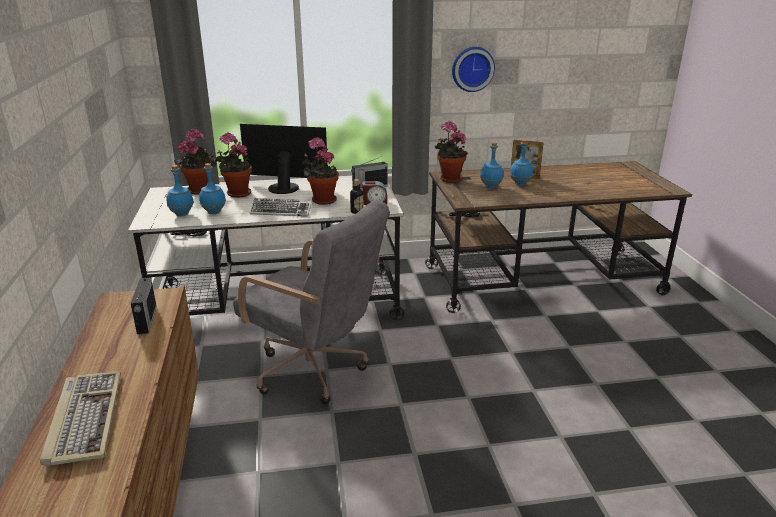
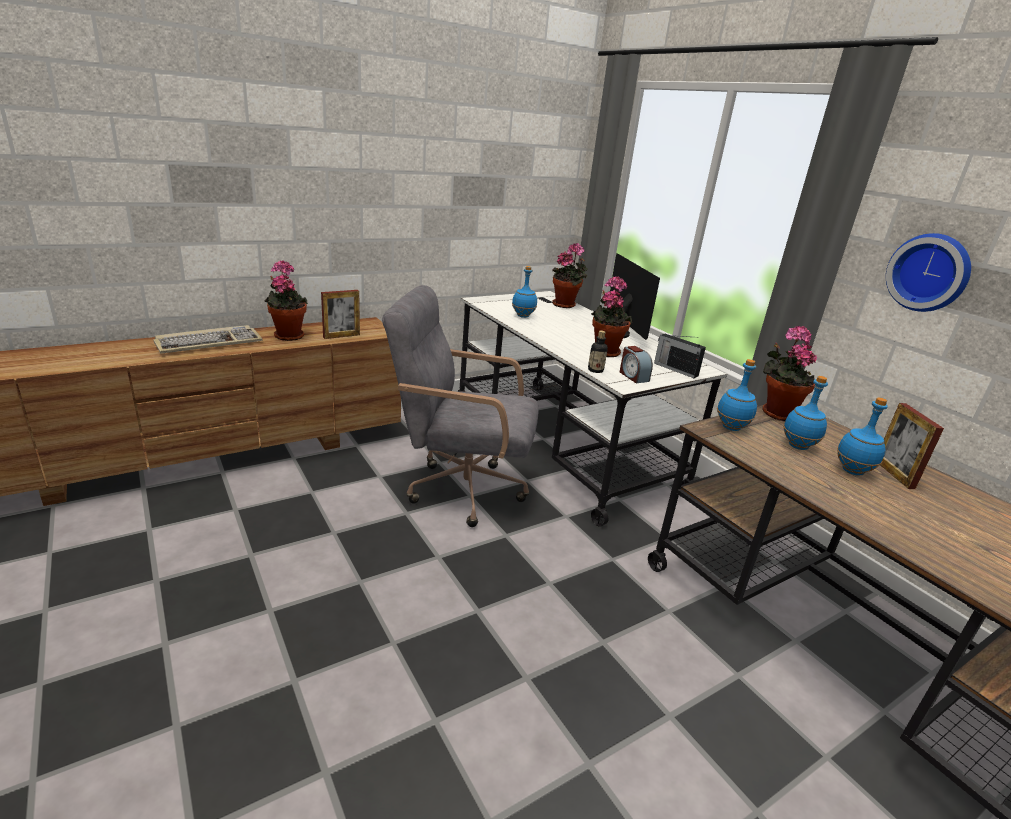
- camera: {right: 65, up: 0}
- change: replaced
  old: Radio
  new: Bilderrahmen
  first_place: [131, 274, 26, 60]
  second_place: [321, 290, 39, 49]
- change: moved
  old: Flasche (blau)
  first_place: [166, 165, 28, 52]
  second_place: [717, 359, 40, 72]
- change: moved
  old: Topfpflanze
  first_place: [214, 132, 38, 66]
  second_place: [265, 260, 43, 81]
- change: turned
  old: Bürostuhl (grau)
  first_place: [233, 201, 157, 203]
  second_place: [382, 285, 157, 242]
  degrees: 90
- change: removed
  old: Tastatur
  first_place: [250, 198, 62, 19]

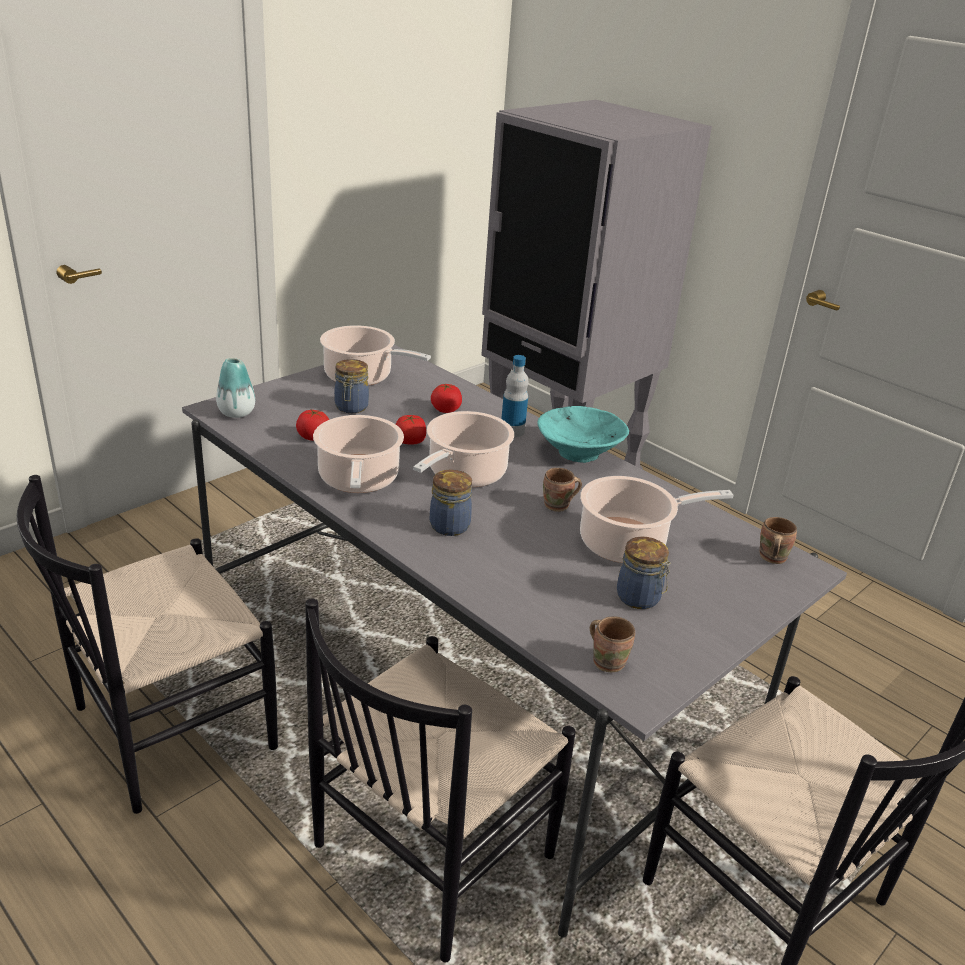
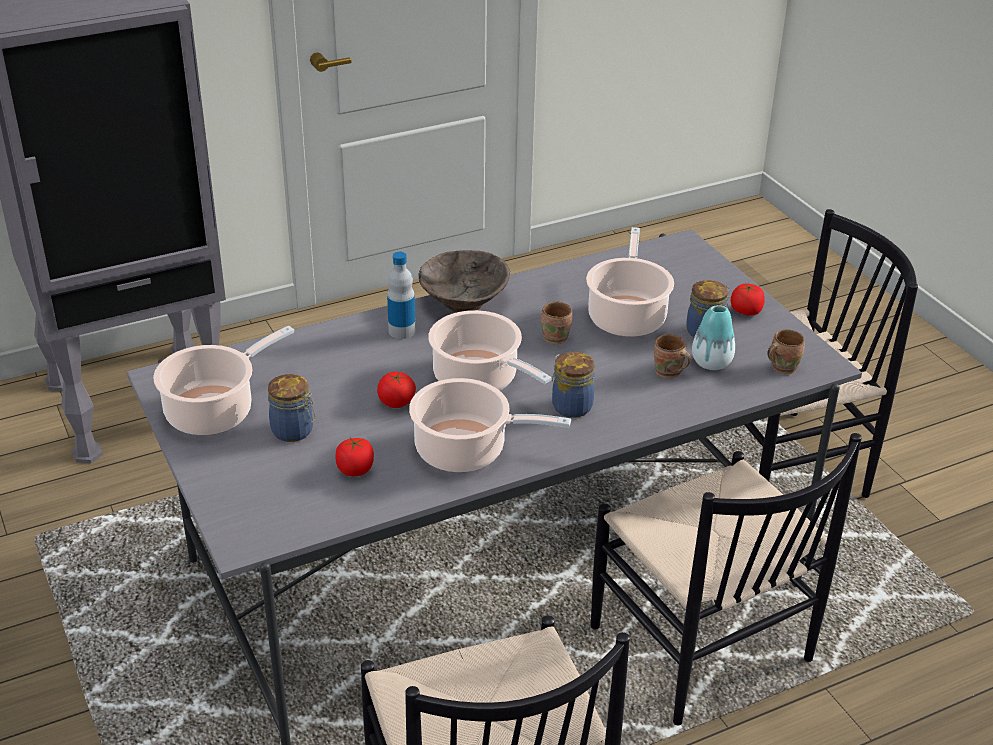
- camera: {right: -70, up: 5}
- change: moved
  old: Vase
  first_place: [216, 358, 39, 60]
  second_place: [692, 305, 43, 65]
- change: moved
  old: Tomate
  first_place: [431, 383, 31, 30]
  second_place: [731, 283, 34, 33]
- change: recoloured
  old: Schüssel (türkis)
  new: Schüssel (braun)
  first_place: [537, 406, 92, 57]
  second_place: [418, 250, 92, 62]
- change: moved
  old: Henkelbecher (braun)
  first_place: [760, 517, 37, 47]
  second_place: [654, 334, 37, 45]

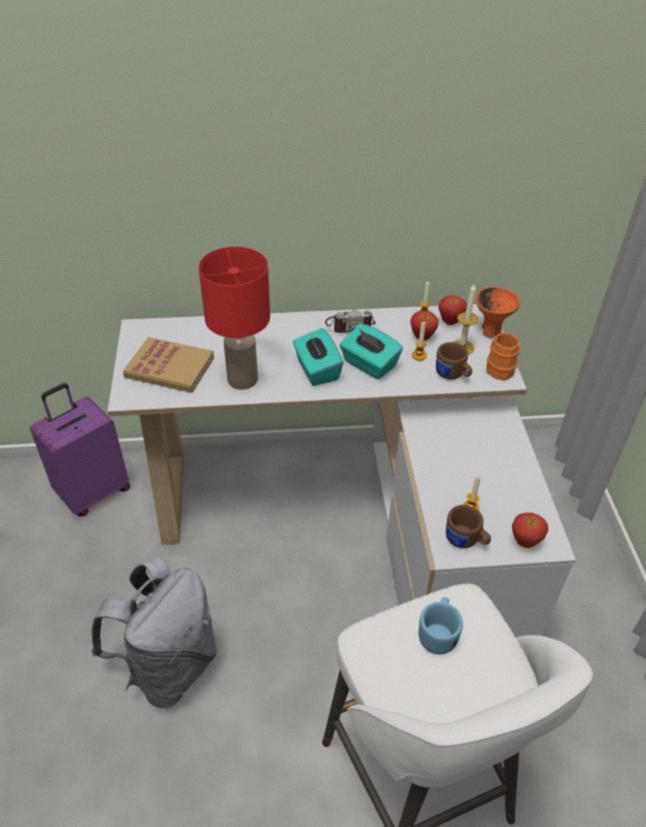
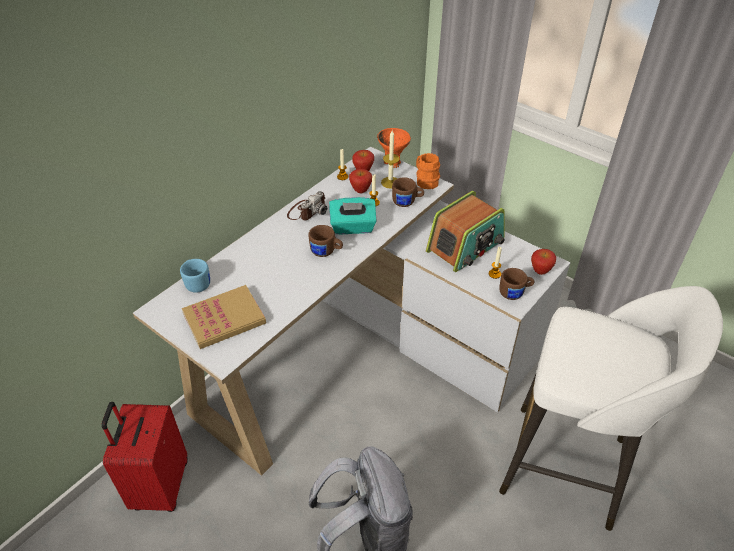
- camera: {right: -45, up: 0}
- change: recoloured
  old: Koffer (lila)
  new: Koffer (rot)
  first_place: [30, 383, 100, 134]
  second_place: [102, 402, 85, 110]
- change: removed
  old: Tischlampe (rot)
  first_place: [199, 247, 71, 143]
- change: replaced
  old: Taschentuchbox (türkis)
  new: Henkelbecher (braun)
  first_place: [293, 328, 50, 58]
  second_place: [308, 225, 35, 32]
- change: moved
  old: Henkelbecher (blau)
  first_place: [419, 597, 44, 58]
  second_place: [180, 259, 30, 34]
- change: added
  new: Radio
  second_place: [426, 191, 79, 81]

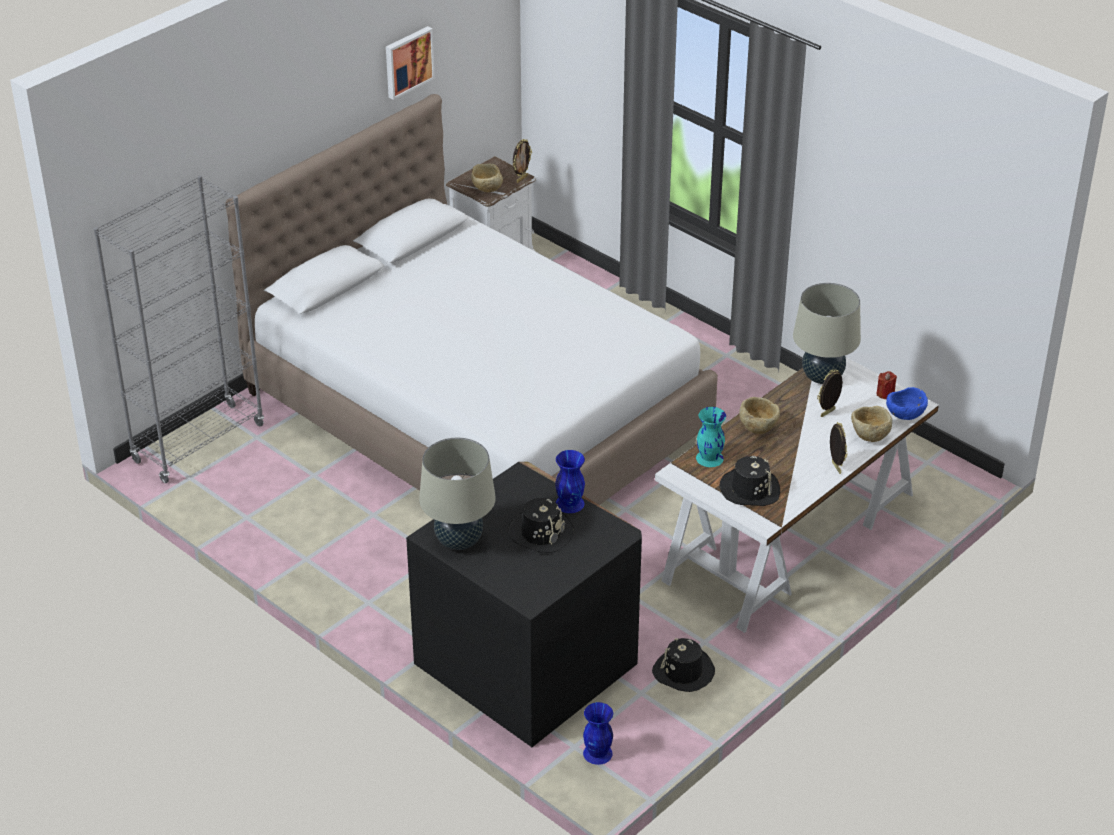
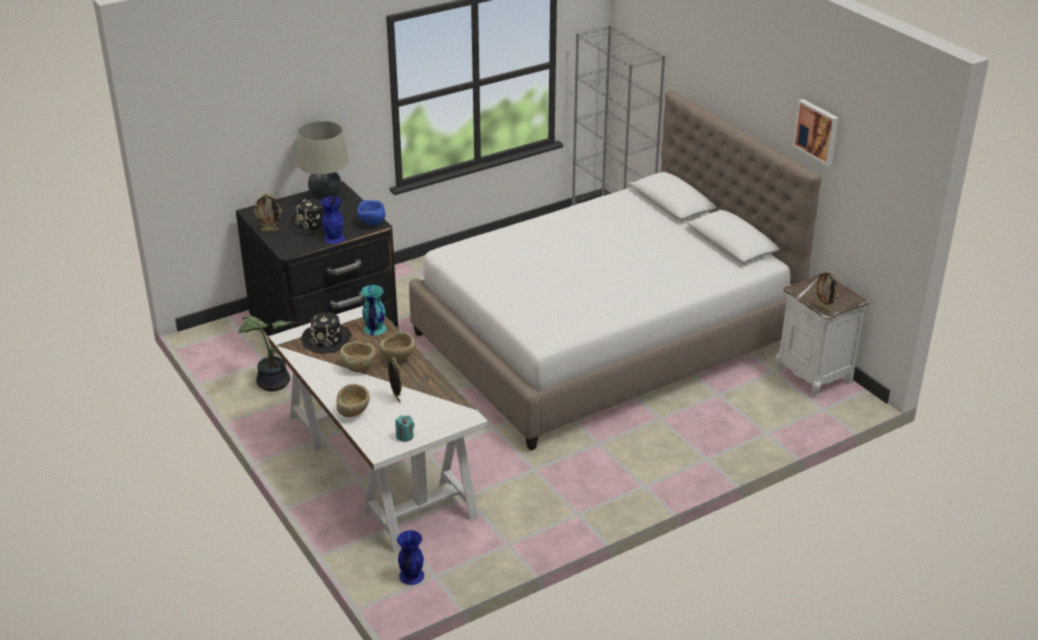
- camera: {right: 105, up: -5}
- change: moved
  old: Schüssel (beige)
  first_place: [471, 163, 32, 29]
  second_place: [340, 342, 36, 30]
- change: moved
  old: Vase (blau)
  first_place: [583, 702, 30, 63]
  second_place: [397, 530, 27, 55]
- change: replaced
  old: Hut (schwarz)
  new: Topfpflanze
  first_place: [652, 638, 63, 54]
  second_place: [238, 316, 59, 75]
- change: removed
  old: Tischlampe (beige)
  first_place: [793, 283, 68, 101]
- change: moved
  old: Bilderrahmen
  first_place: [830, 422, 18, 52]
  second_place: [254, 194, 28, 37]
- change: recoloured
  old: Kerze (rot)
  new: Kerze (türkis)
  first_place: [877, 371, 20, 28]
  second_place: [395, 415, 19, 27]
- change: moved
  old: Schüssel (blau)
  first_place: [886, 387, 42, 33]
  second_place: [357, 200, 29, 25]

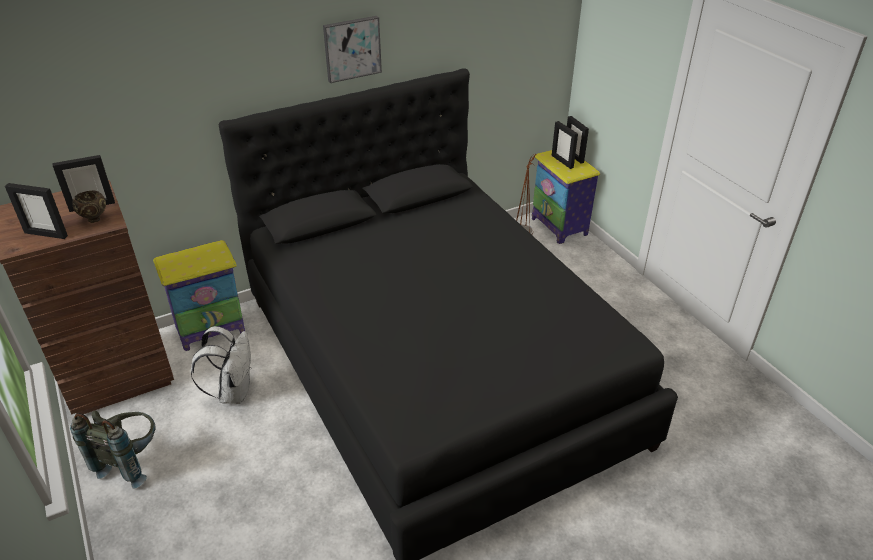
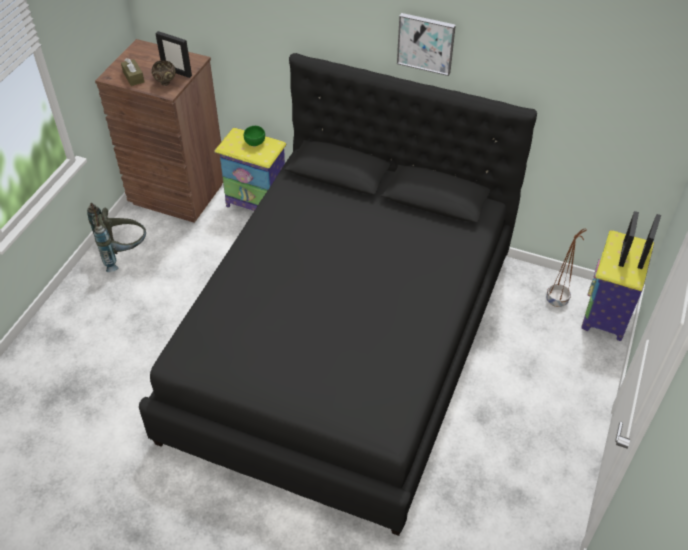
- camera: {right: 50, up: 10}
- change: replaced
  old: Bilderrahmen
  new: Taschentuchbox (braun)
  first_place: [5, 183, 63, 56]
  second_place: [121, 58, 23, 28]
- change: removed
  old: Rucksack (weiß)
  first_place: [191, 326, 60, 78]
- change: added
  new: Schüssel (grün)
  second_place: [244, 126, 21, 20]

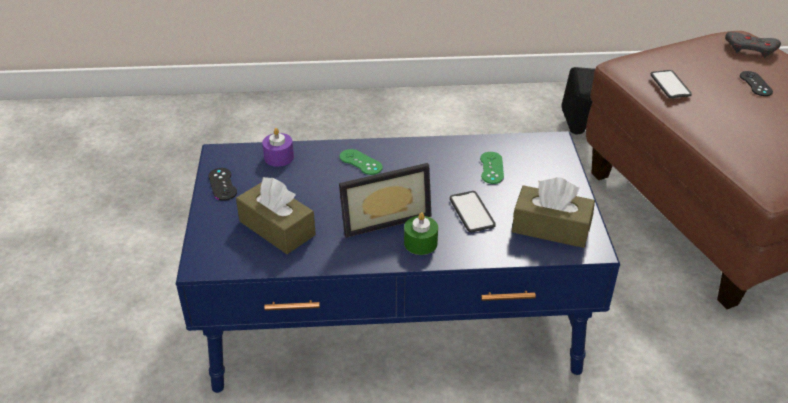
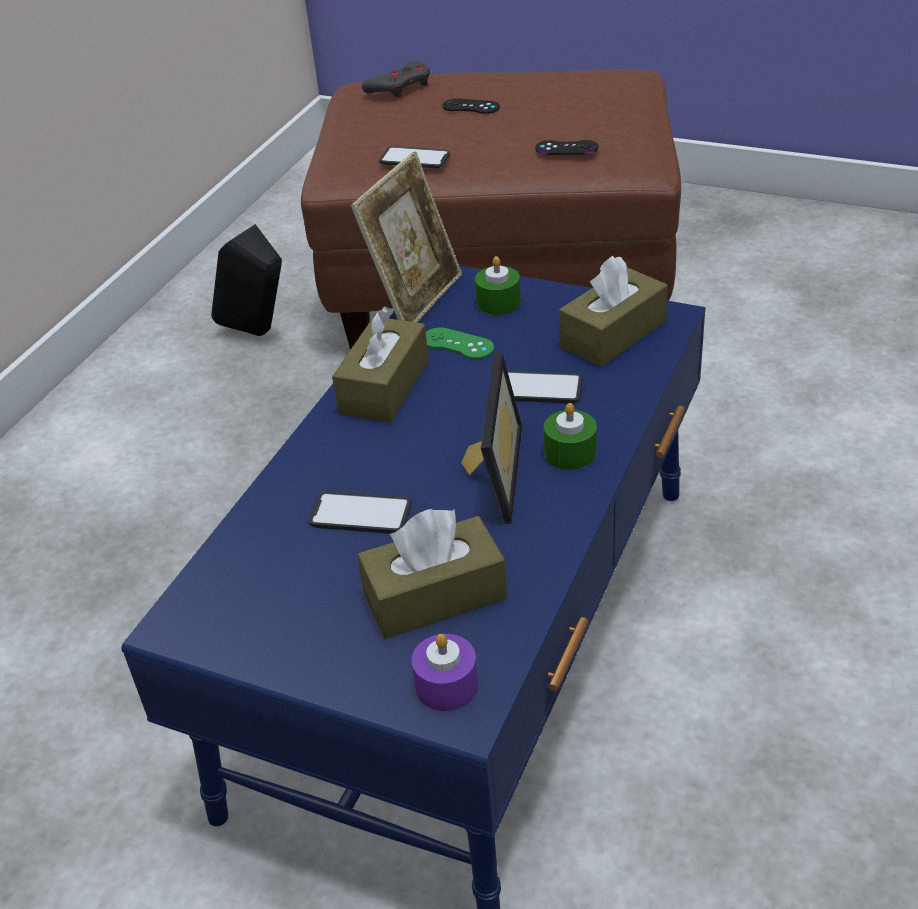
- camera: {right: -60, up: 0}
- change: moved
  old: Gamepad (schwarz)
  first_place: [208, 168, 29, 33]
  second_place: [535, 140, 64, 15]
- change: moved
  old: Kerze (lila)
  first_place: [262, 128, 32, 39]
  second_place: [412, 634, 66, 77]
- change: removed
  old: Gamepad (grün)
  first_place: [340, 149, 43, 26]
- change: added
  new: Handy
  second_place: [308, 491, 104, 43]
- change: added
  new: Taschentuchbox (braun)
  second_place: [332, 306, 97, 117]
- change: added
  new: Bilderrahmen
  second_place: [351, 151, 111, 172]
- change: added
  new: Kerze (grün)
  second_place: [475, 256, 46, 59]

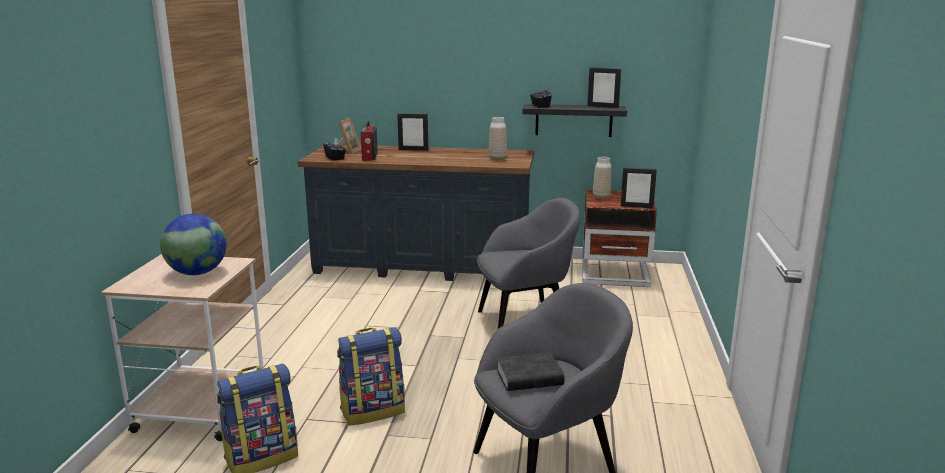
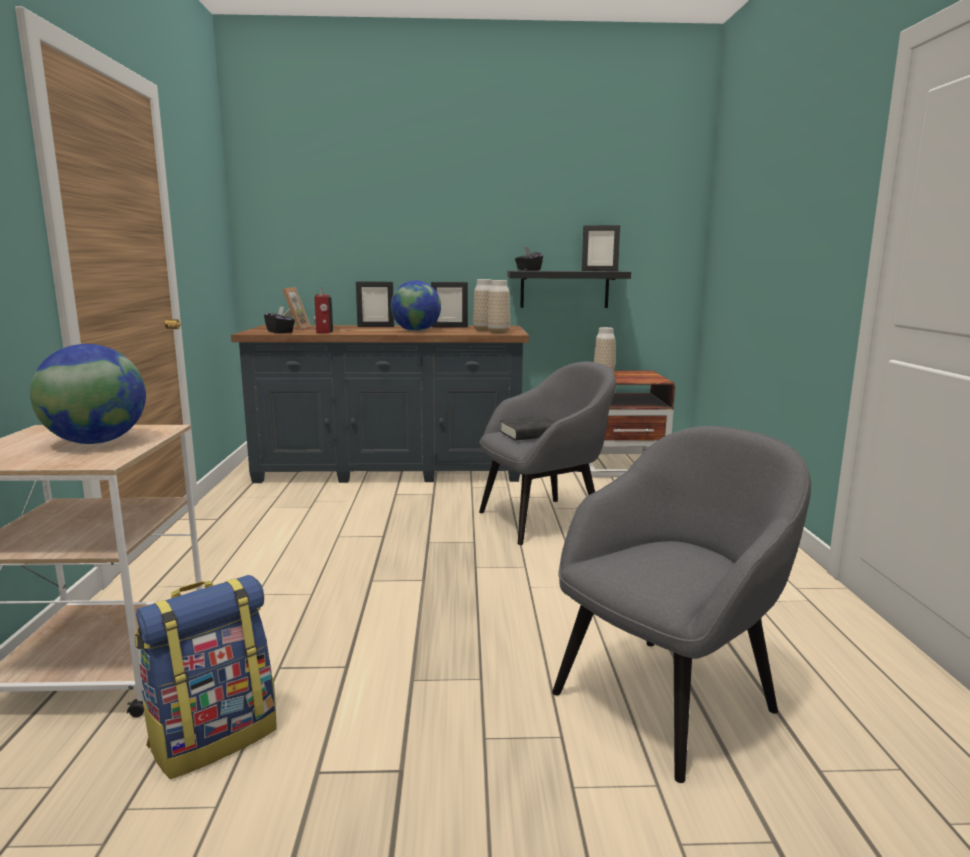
- camera: {right: -10, up: -5}
- change: removed
  old: Rucksack
  first_place: [337, 327, 68, 99]
- change: moved
  old: Buch (schwarz)
  first_place: [497, 352, 68, 39]
  second_place: [500, 416, 56, 24]
- change: moved
  old: Bilderrahmen
  first_place: [621, 167, 36, 41]
  second_place: [431, 282, 37, 46]
- change: added
  new: Globus
  second_place: [391, 280, 50, 51]
- change: added
  new: Vase
  second_place: [487, 280, 23, 54]

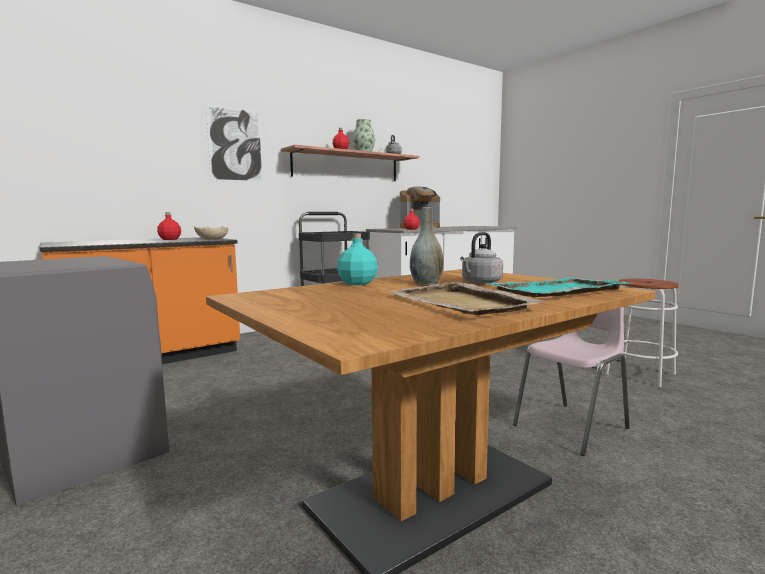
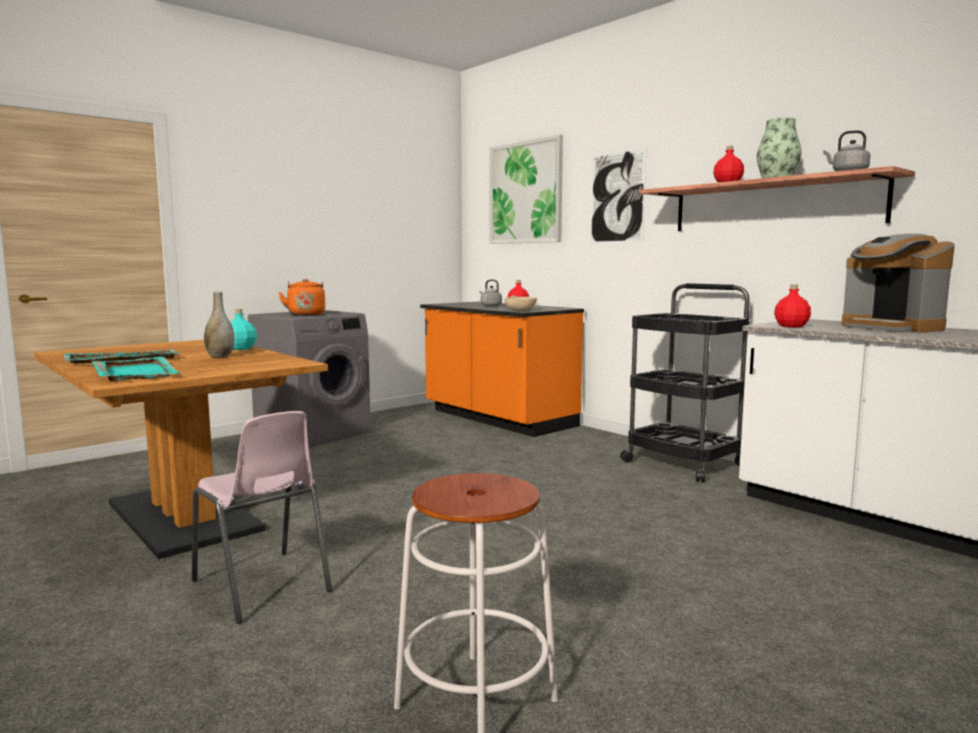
- camera: {right: 85, up: 0}
- change: recoloured
  old: Tablett (beige)
  new: Tablett (türkis)
  first_place: [389, 282, 157, 33]
  second_place: [64, 349, 115, 15]
- change: moved
  old: Wasserkessel (grau)
  first_place: [460, 232, 43, 52]
  second_place: [479, 280, 23, 26]
- change: added
  new: Wasserkessel (orange)
  second_place: [278, 279, 47, 37]
- change: added
  new: Bild
  second_place: [490, 134, 73, 110]

